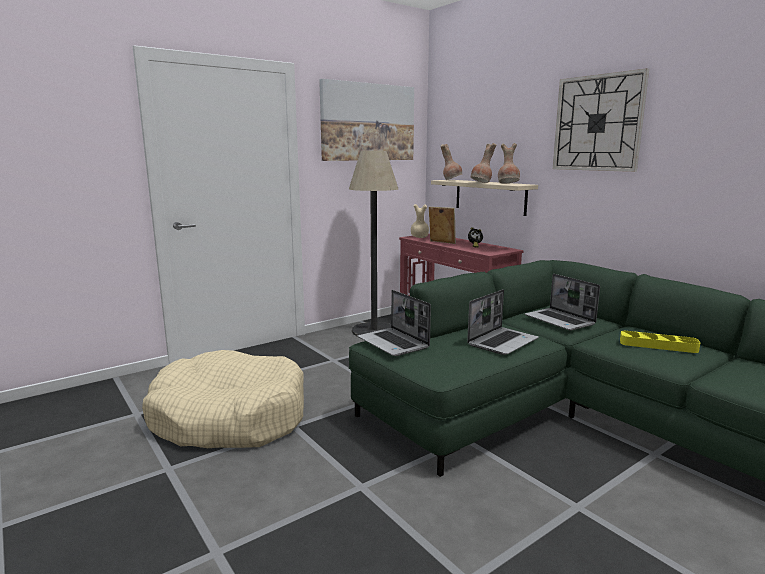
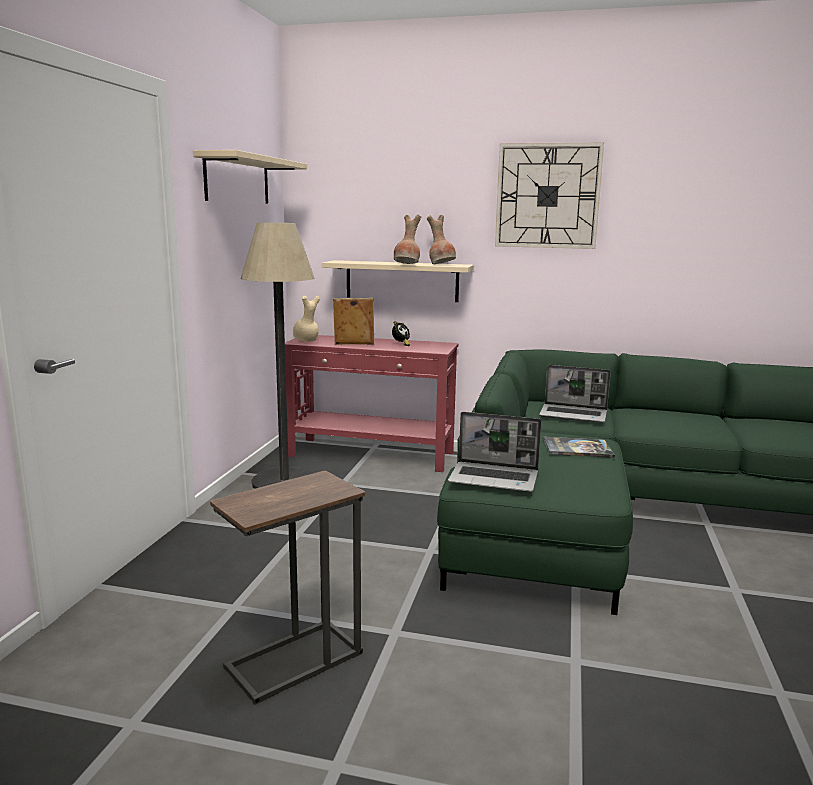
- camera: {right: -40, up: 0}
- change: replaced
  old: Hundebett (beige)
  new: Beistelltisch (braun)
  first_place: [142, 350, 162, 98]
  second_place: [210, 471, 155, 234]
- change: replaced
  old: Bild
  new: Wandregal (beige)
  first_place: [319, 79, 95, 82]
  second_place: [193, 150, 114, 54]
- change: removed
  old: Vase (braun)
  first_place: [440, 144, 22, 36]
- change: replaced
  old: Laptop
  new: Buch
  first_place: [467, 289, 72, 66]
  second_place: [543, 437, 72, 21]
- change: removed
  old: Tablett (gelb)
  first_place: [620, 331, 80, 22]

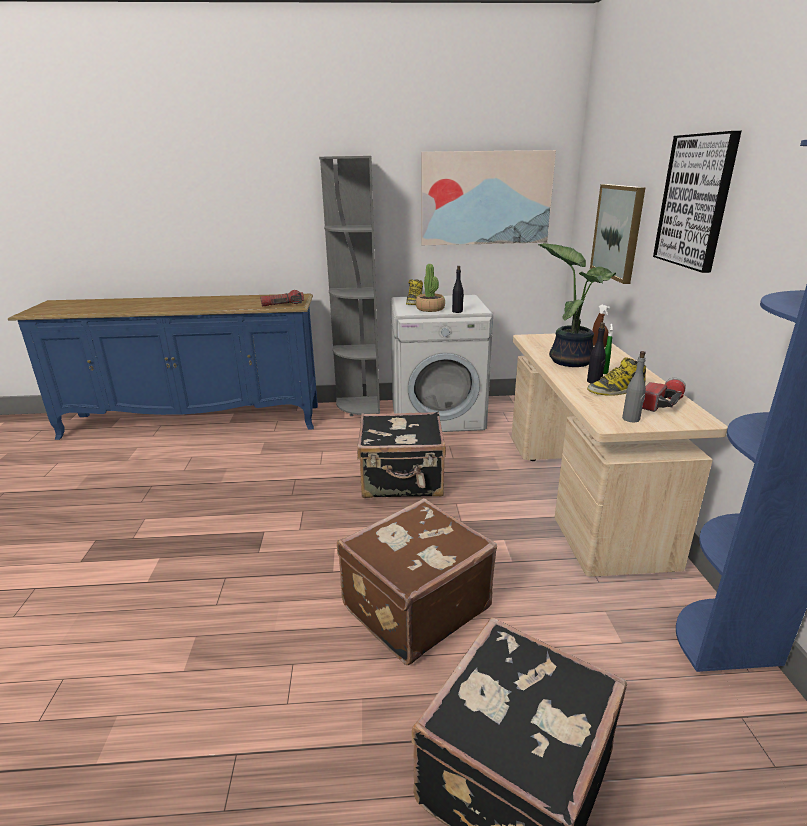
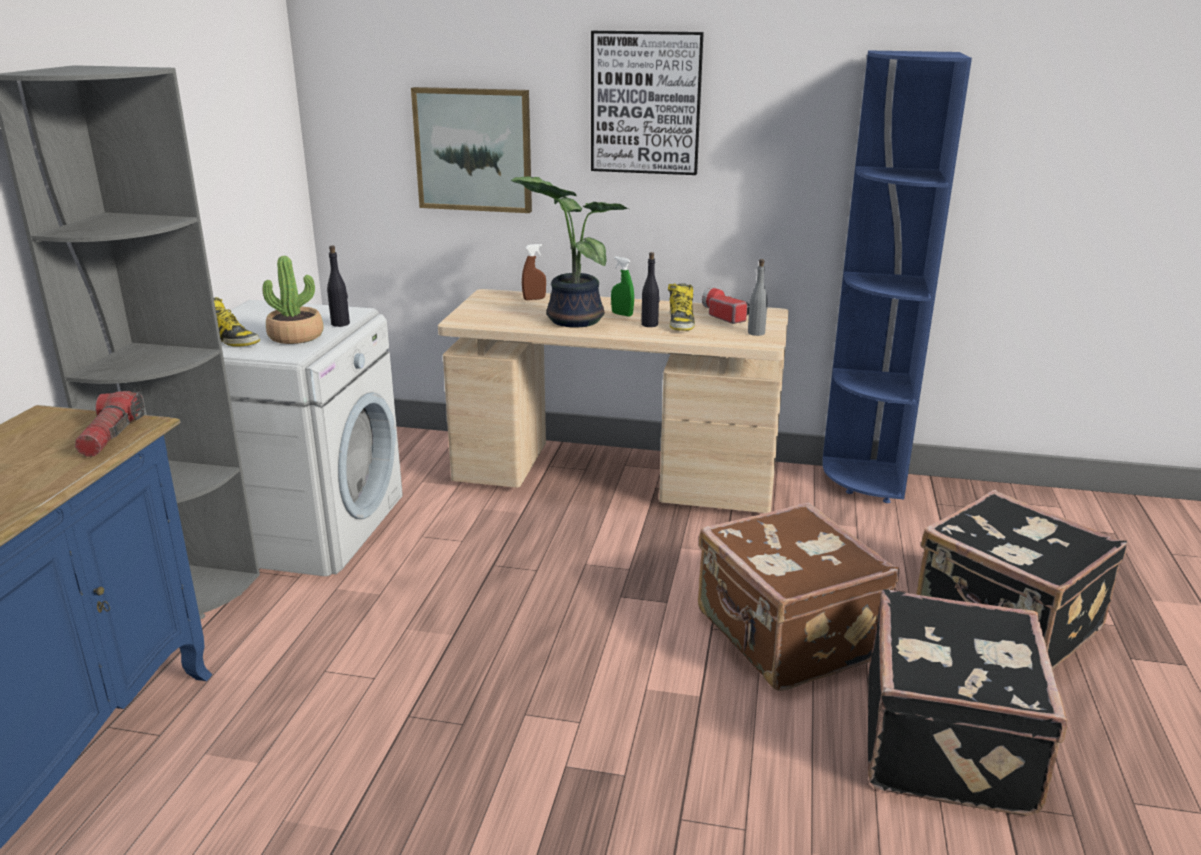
- camera: {right: -75, up: 0}
- change: moved
  old: Koffer (schwarz)
  first_place: [357, 412, 89, 86]
  second_place: [868, 589, 200, 227]
- change: removed
  old: Bild
  first_place: [421, 150, 135, 95]

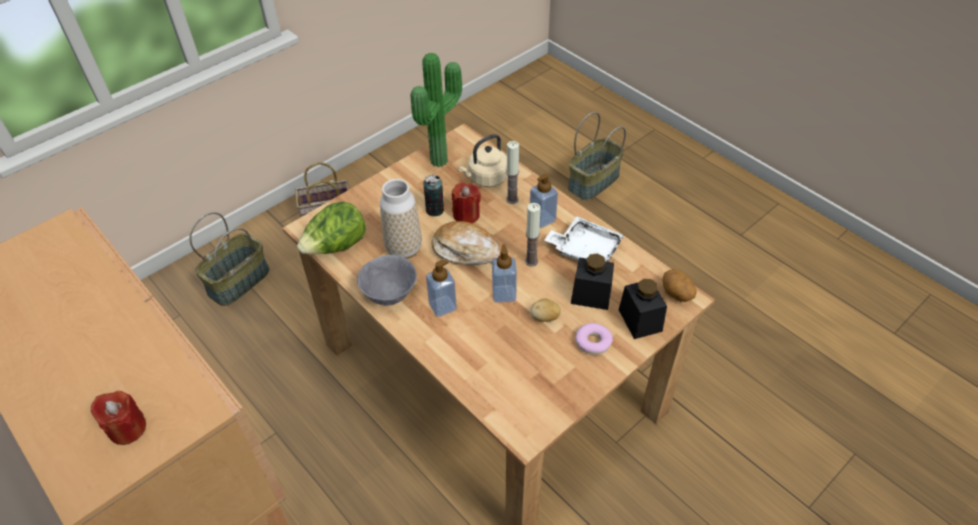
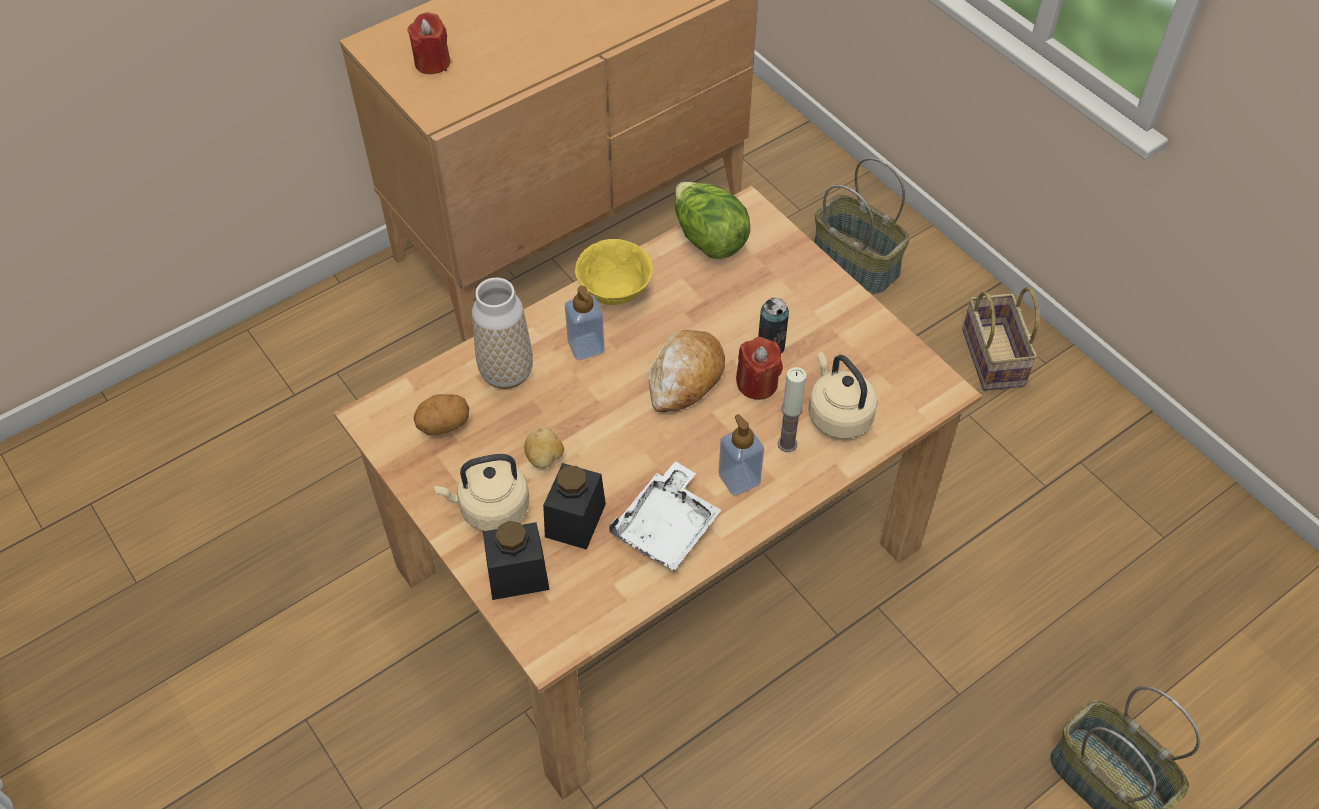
- camera: {right: 95, up: 5}
- change: recoloured
  old: Schüssel (grau)
  new: Schüssel (gelb)
  first_place: [357, 255, 60, 51]
  second_place: [575, 239, 78, 66]
- change: moved
  old: Vase
  first_place: [380, 179, 42, 80]
  second_place: [472, 278, 61, 111]
- change: removed
  old: Topfpflanze
  first_place: [411, 53, 51, 114]
- change: removed
  old: Seifenspender
  first_place: [492, 244, 25, 59]
- change: removed
  old: Kerze
  first_place: [525, 203, 16, 64]
- change: replaced
  old: Donut
  new: Wasserkessel (beige)
  first_place: [576, 323, 37, 32]
  second_place: [434, 454, 95, 77]
- change: moved
  old: Kartoffel
  first_place: [662, 269, 34, 33]
  second_place: [414, 394, 55, 41]

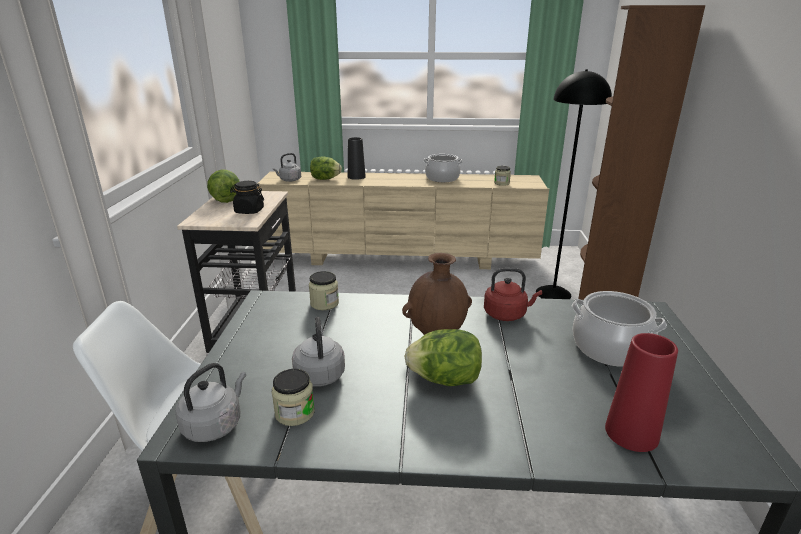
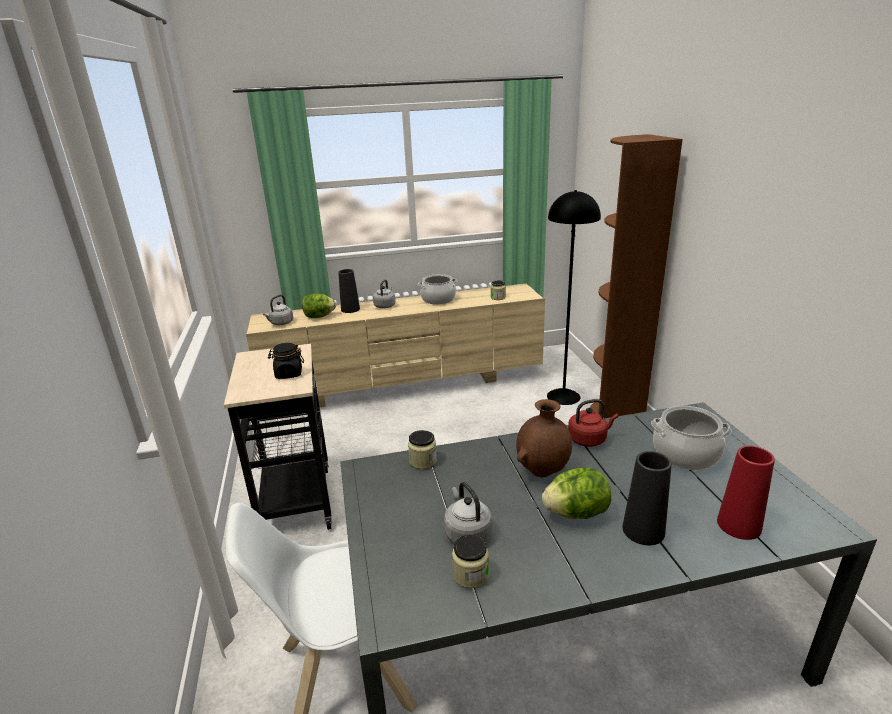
- camera: {right: -15, up: 0}
- change: moved
  old: Wasserkessel (grau)
  first_place: [175, 363, 71, 79]
  second_place: [373, 279, 23, 29]
- change: removed
  old: Salatkopf
  first_place: [207, 169, 33, 34]
- change: added
  new: Vase (schwarz)
  second_place: [622, 451, 50, 94]

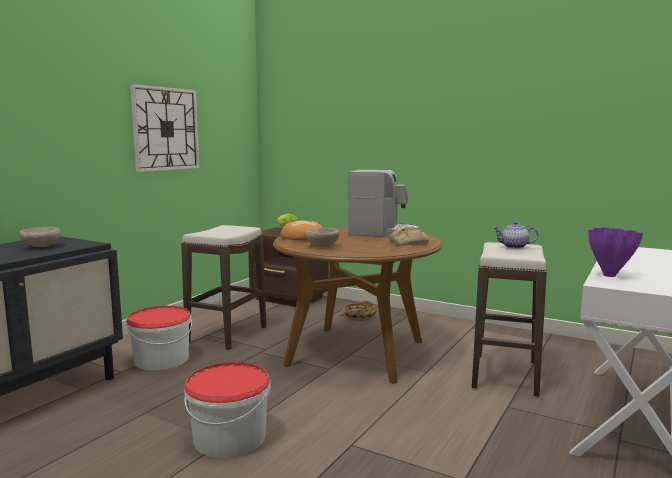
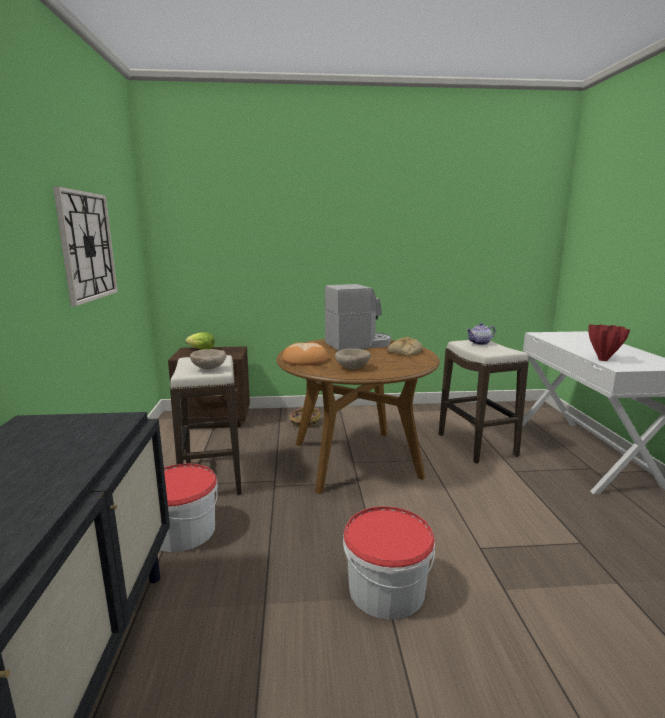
- camera: {right: -35, up: 5}
- change: moved
  old: Schüssel (beige)
  first_place: [19, 227, 42, 20]
  second_place: [190, 349, 36, 20]
- change: recoloured
  old: Vase (lila)
  new: Vase (rot)
  first_place: [588, 227, 55, 50]
  second_place: [588, 324, 42, 37]

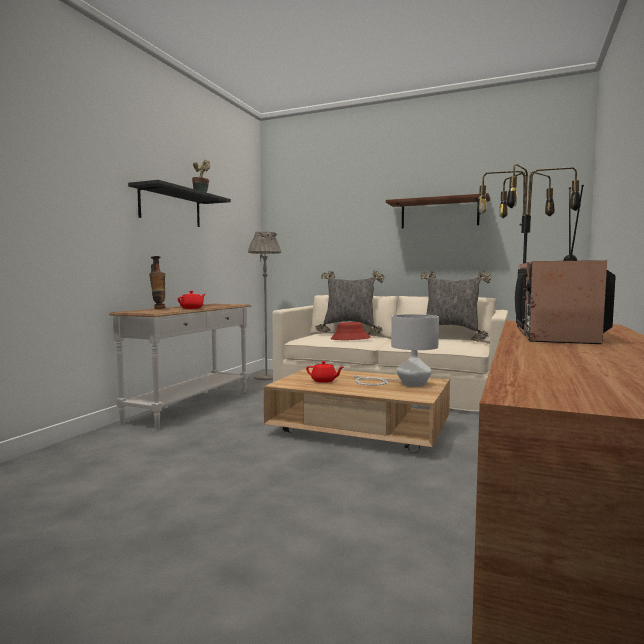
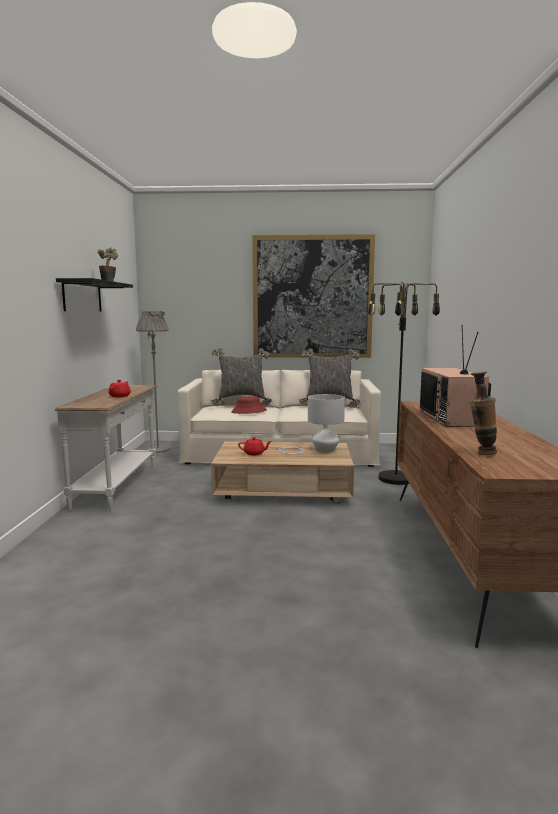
- camera: {right: -20, up: 5}
- change: moved
  old: Vase
  first_place: [149, 256, 17, 53]
  second_place: [469, 372, 28, 83]
- change: replaced
  old: Wandregal (braun)
  new: Bild
  first_place: [386, 193, 104, 35]
  second_place: [252, 234, 123, 124]

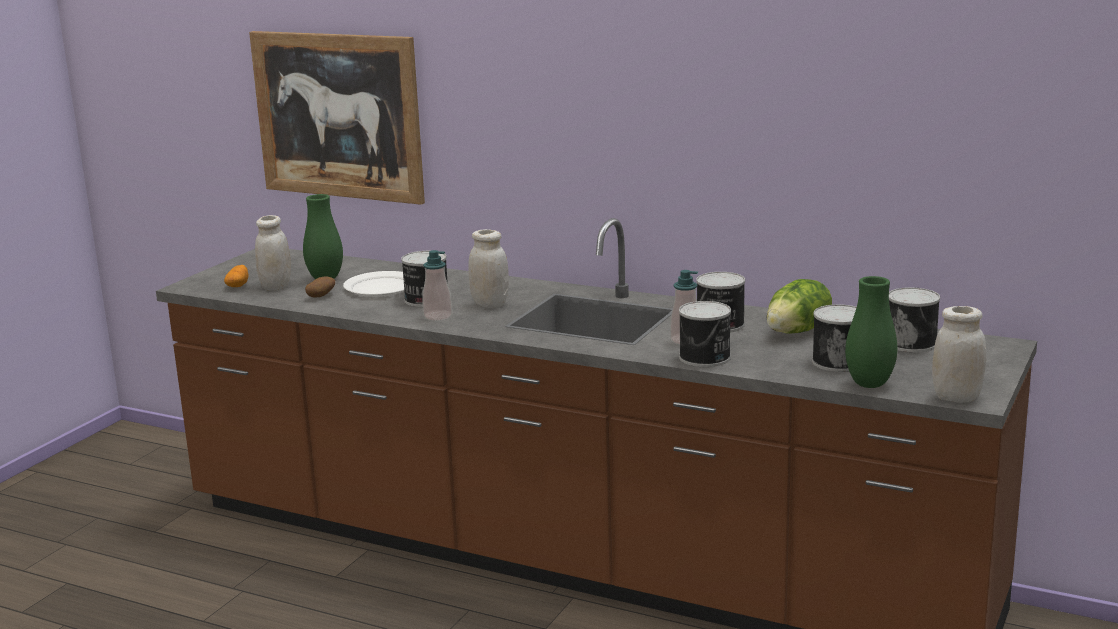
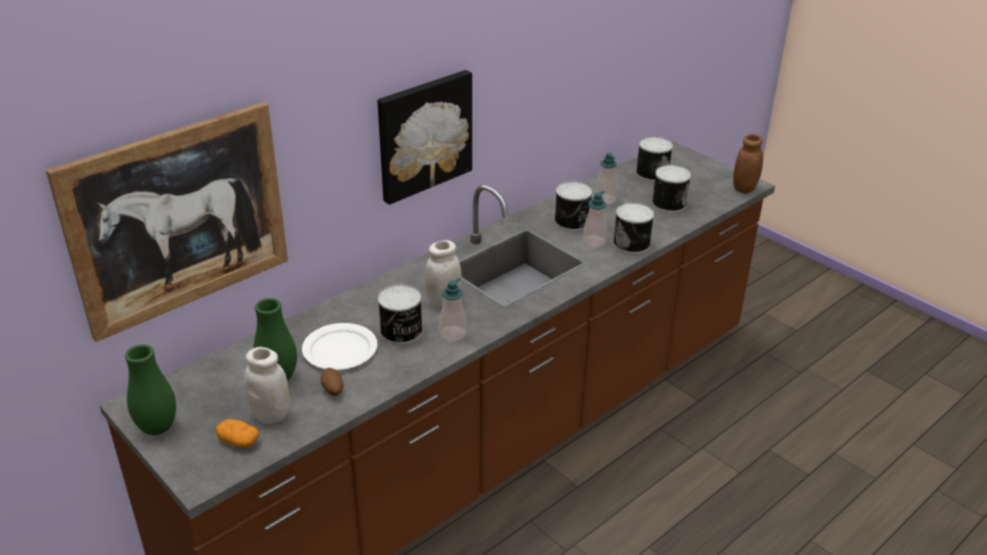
- camera: {right: -70, up: 15}
- change: replaced
  old: Salatkopf
  new: Seifenspender
  first_place: [767, 279, 65, 55]
  second_place: [595, 153, 22, 52]
- change: moved
  old: Vase (grün)
  first_place: [845, 276, 53, 112]
  second_place: [125, 344, 51, 91]
- change: recoloured
  old: Vorratsglas (weiß)
  new: Vorratsglas (braun)
  first_place: [932, 306, 54, 97]
  second_place: [733, 134, 30, 60]
- change: added
  new: Bild
  second_place: [377, 70, 95, 135]

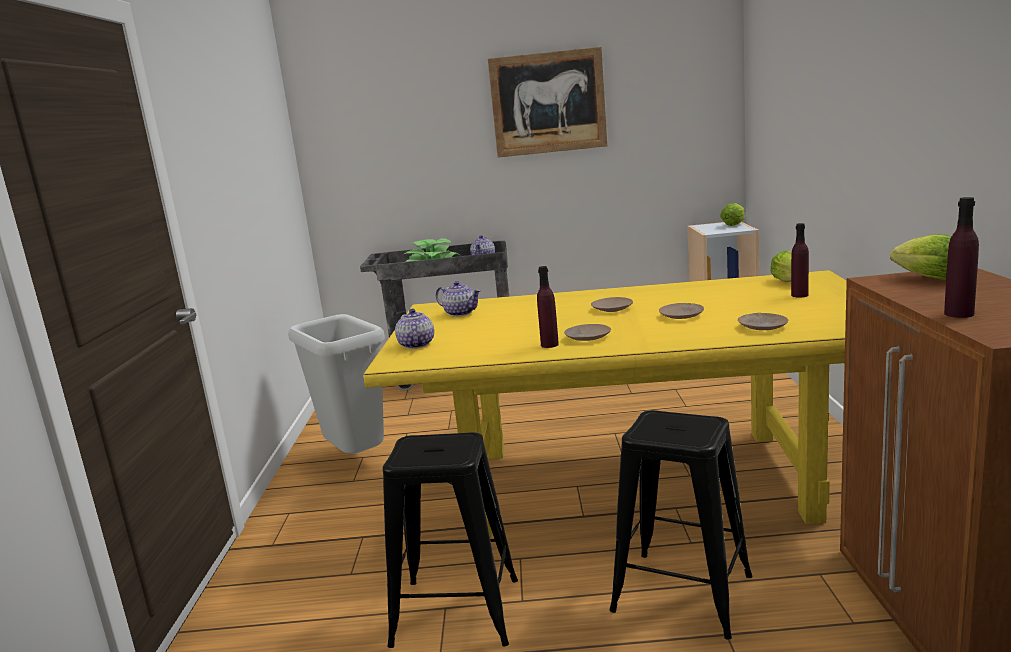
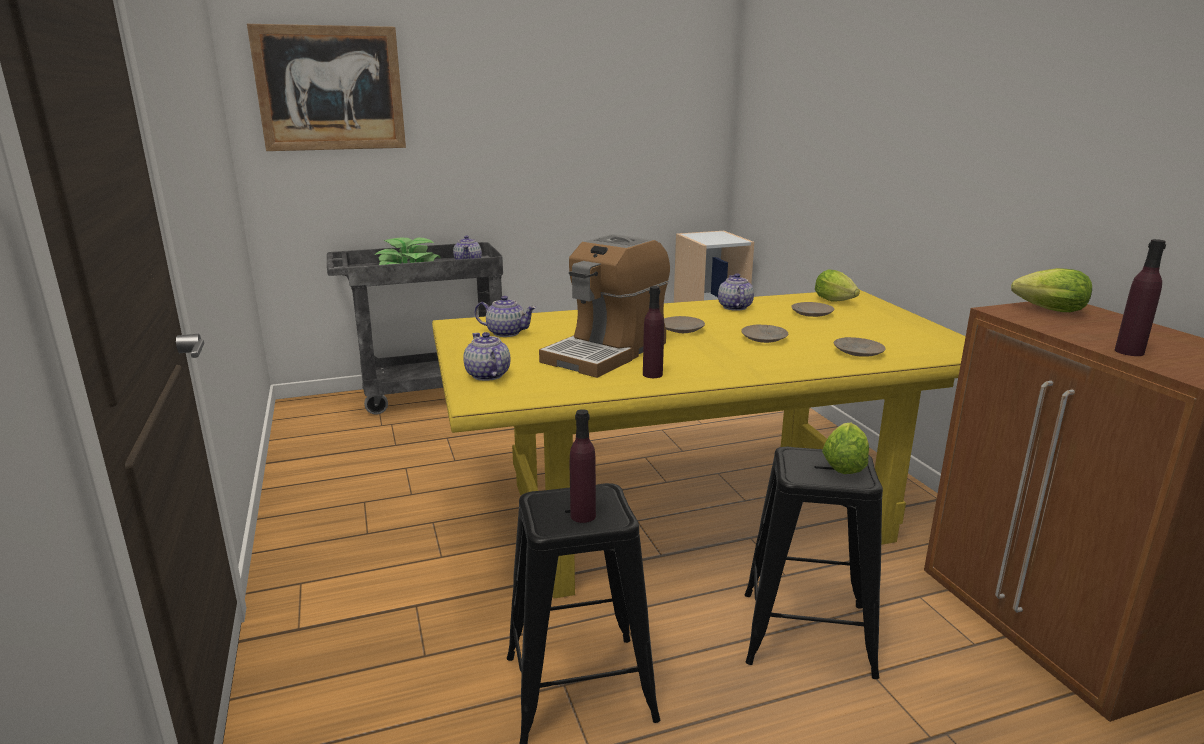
- camera: {right: -20, up: 5}
- change: removed
  old: Mülleimer (grau)
  first_place: [288, 314, 97, 140]
- change: moved
  old: Bild
  first_place: [488, 47, 119, 111]
  second_place: [247, 24, 159, 127]
- change: moved
  old: Teller (beige)
  first_place: [564, 324, 47, 17]
  second_place: [791, 302, 43, 15]
- change: moved
  old: Salatkopf
  first_place: [720, 203, 25, 23]
  second_place: [822, 423, 47, 51]
- change: moved
  old: Flasche (lila)
  first_place: [791, 223, 18, 74]
  second_place: [570, 409, 26, 114]
- change: added
  new: Kaffeemaschine
  second_place: [539, 234, 131, 144]
- change: added
  new: Teekanne
  second_place: [718, 273, 36, 37]

